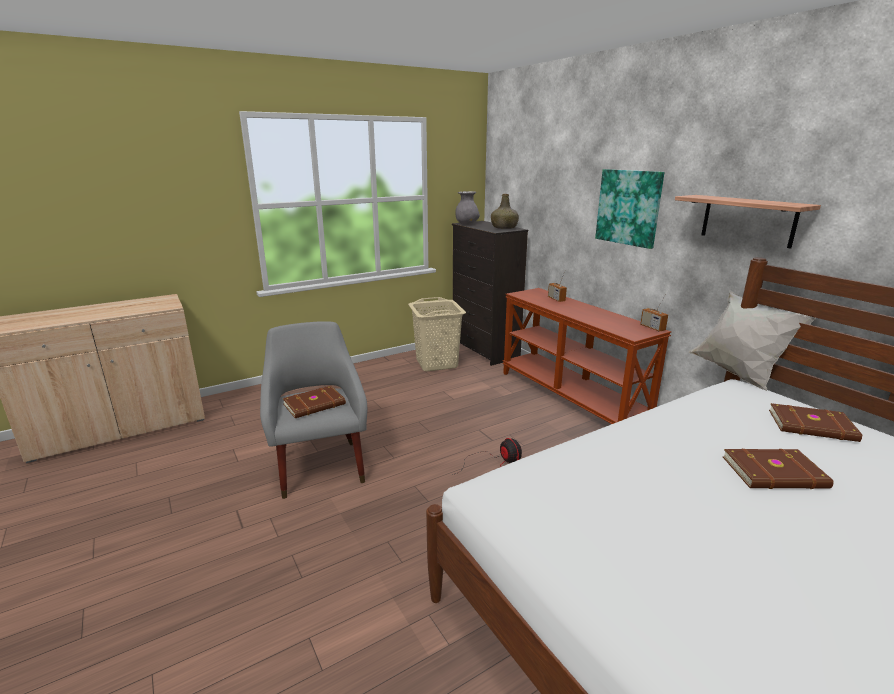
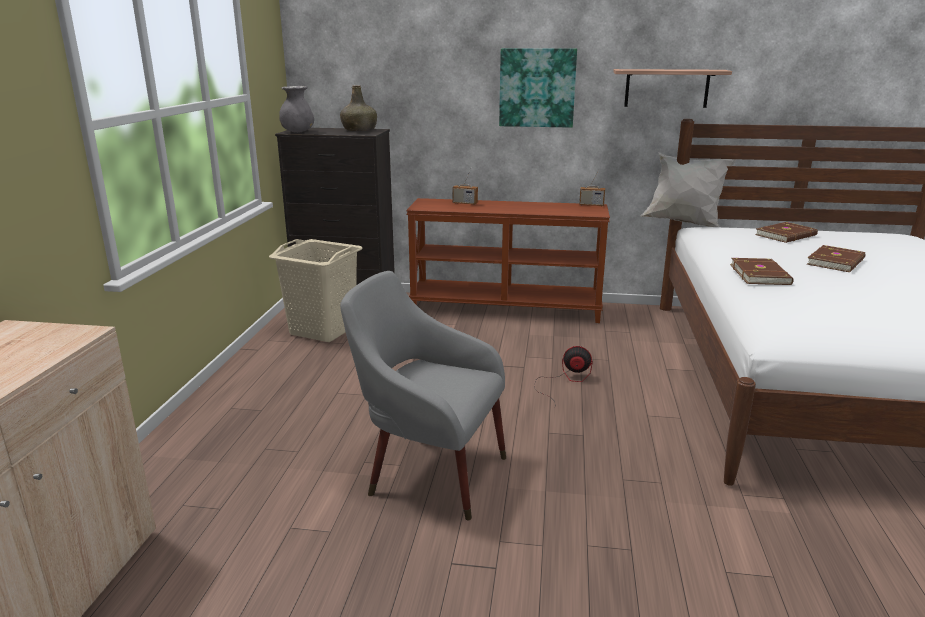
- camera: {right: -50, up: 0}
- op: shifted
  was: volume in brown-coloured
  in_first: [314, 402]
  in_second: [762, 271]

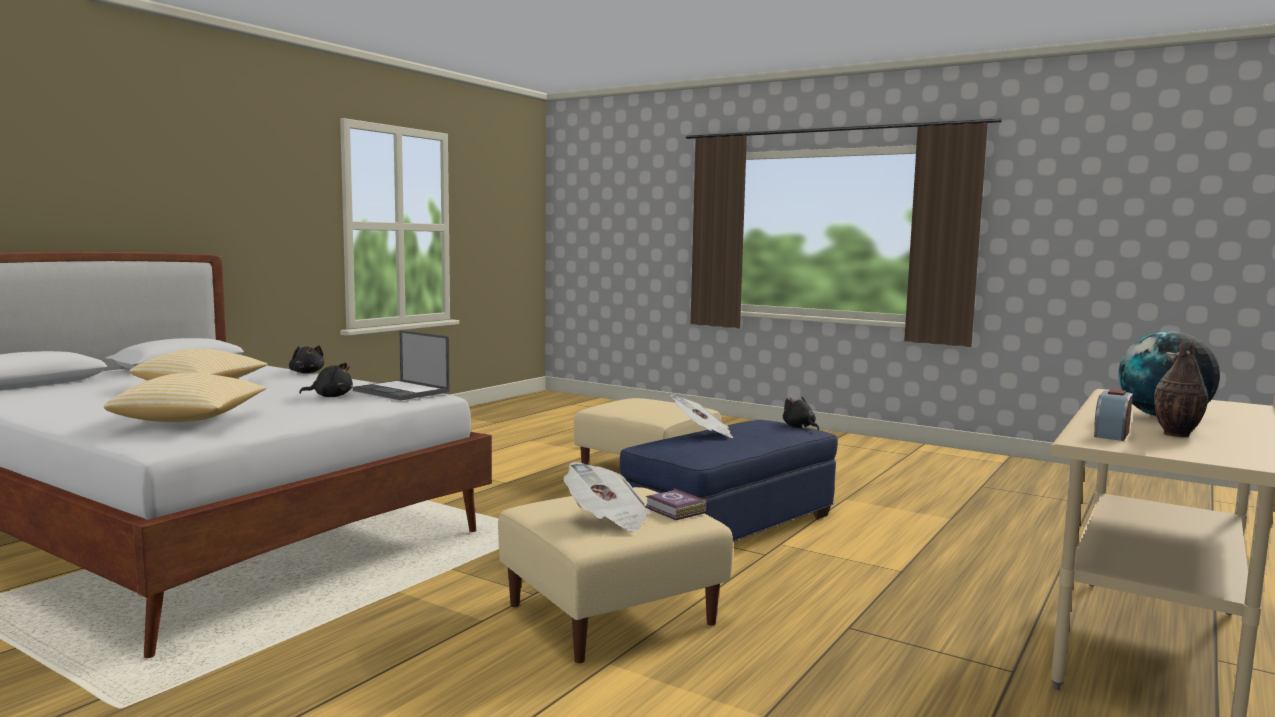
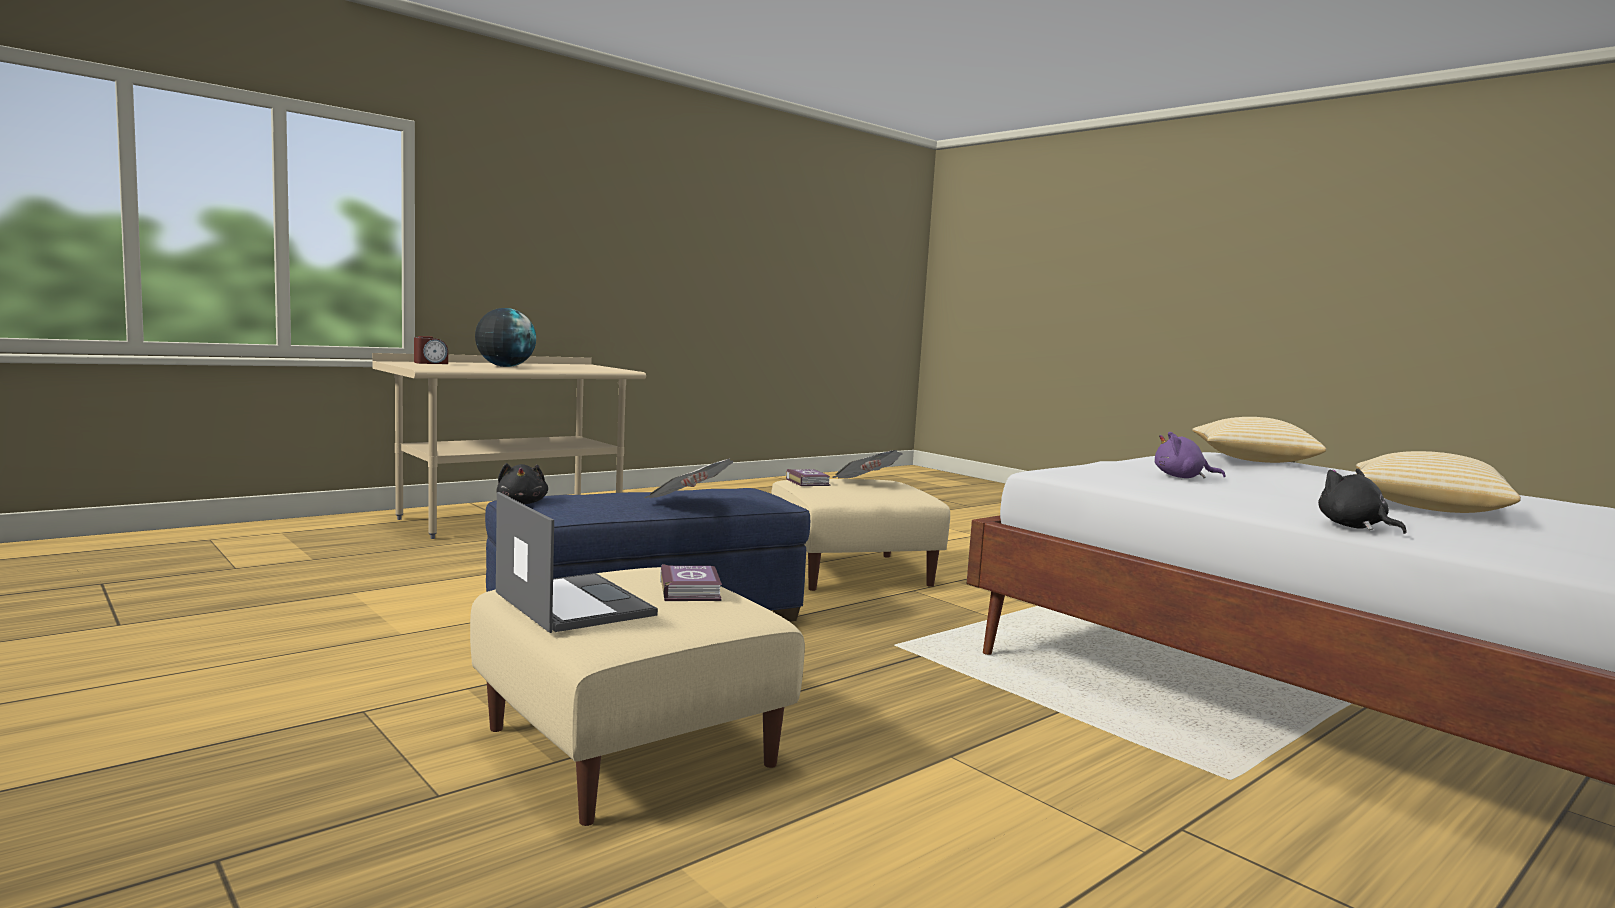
- camera: {right: -165, up: 0}
- op: gone
  was: vase
  in_first: [1181, 389]
- op: new
  now: volume
  in_second: [691, 582]
- op: shifted
  was: notebook computer
  in_first: [401, 365]
  in_second: [577, 562]
- op: shifted
  was: table clock
  in_first: [1113, 415]
  in_second: [431, 350]
- op: repainted
  was: soft toy in black
  now: soft toy in purplish
  in_first: [326, 380]
  in_second: [1190, 455]

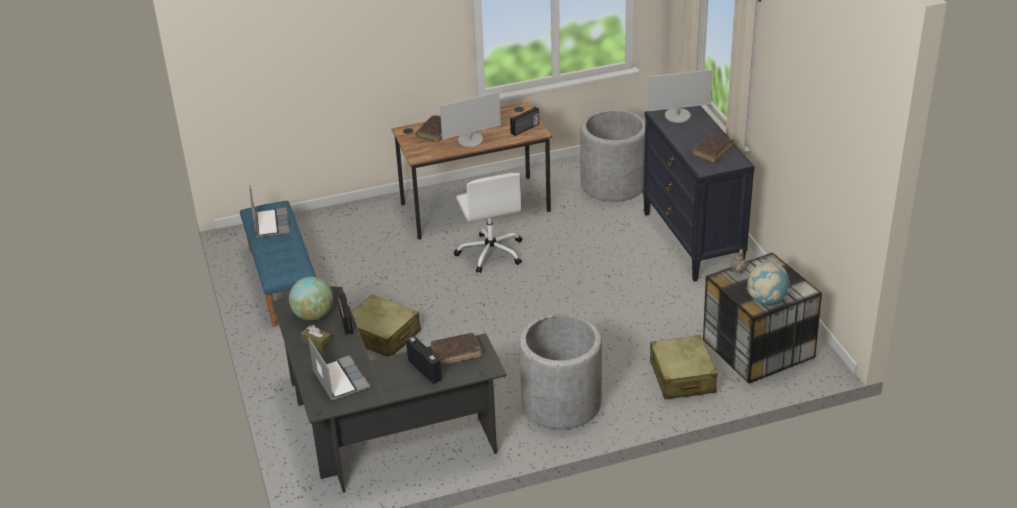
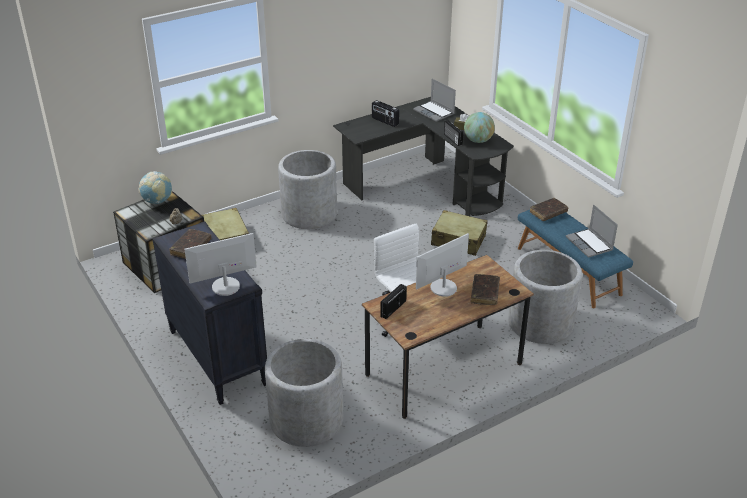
- camera: {right: 165, up: 0}
- op: new
  now: flower pot in gray
  in_second: [545, 297]
- op: shifted
  was: volume in brown-coloured
  in_first: [456, 349]
  in_second: [549, 209]

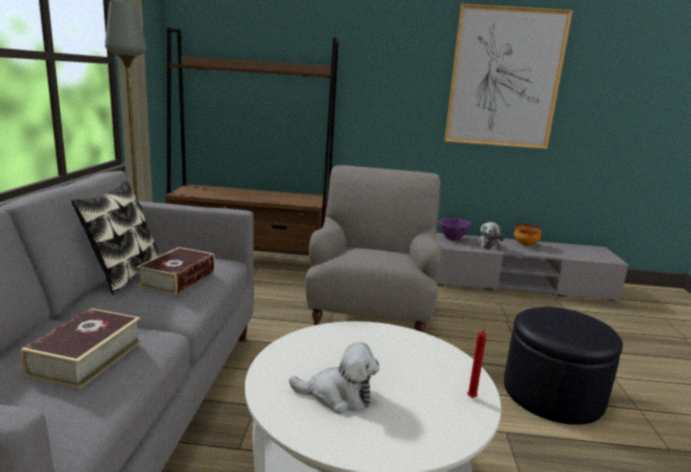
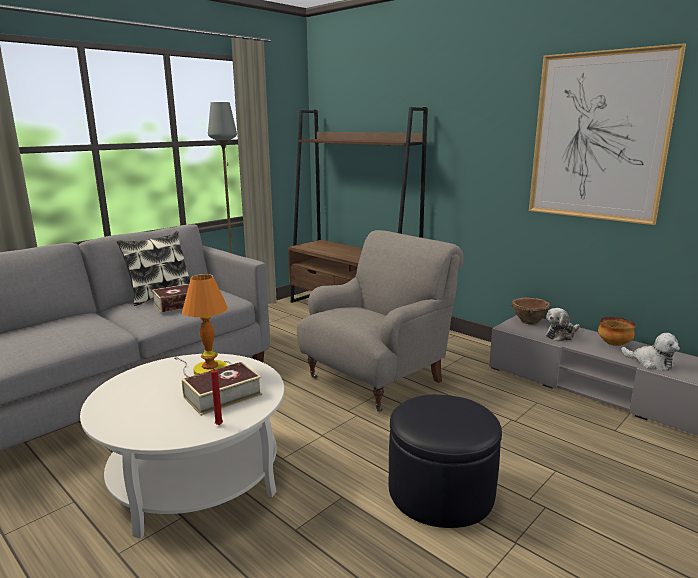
- camera: {right: 40, up: 0}
- op: new
  now: table lamp
  in_second: [203, 325]
- op: shifted
  was: volume
  in_first: [81, 348]
  in_second: [222, 389]
- op: shifted
  was: soft toy
  in_first: [334, 378]
  in_second: [650, 352]
- op: repainted
  was: deep dish in purplish
  now: deep dish in brown-coloured
  in_first: [454, 229]
  in_second: [531, 311]

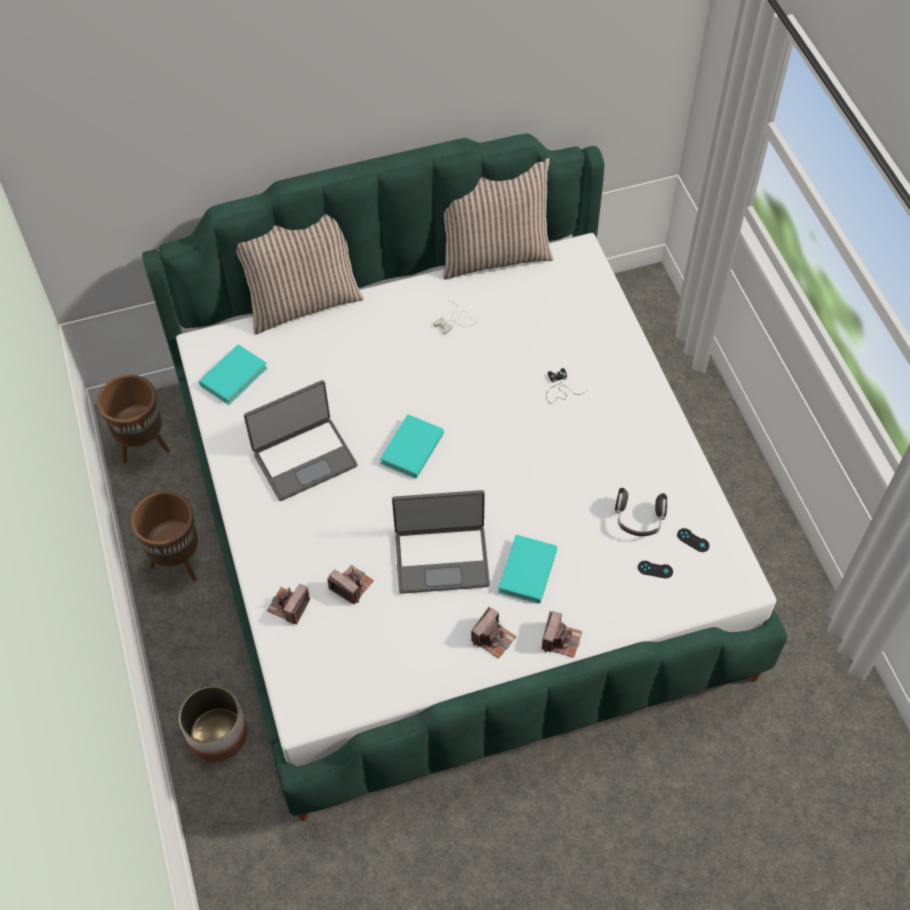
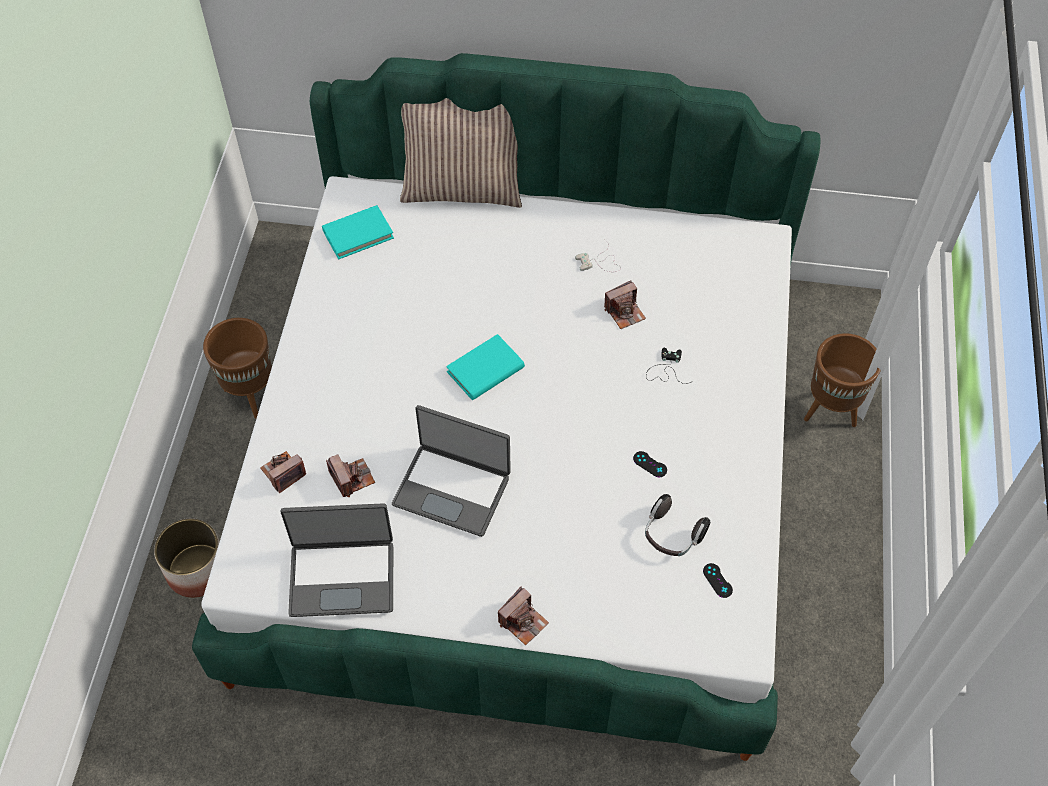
- camera: {right: 25, up: 0}
- op: gone
  was: cushion
  in_first: [498, 218]
- op: gone
  was: volume in turquoise
  in_first: [527, 569]
- op: shifted
  was: flower pot in brown-coloured
  in_first: [133, 419]
  in_second: [842, 380]
- op: shifted
  was: notebook computer
  in_first: [301, 440]
  in_second: [336, 560]
- op: shifted
  was: still camera
  in_first: [494, 633]
  in_second: [625, 304]
- op: shifted
  was: game controller in black
  in_first: [655, 569]
  in_second: [650, 464]

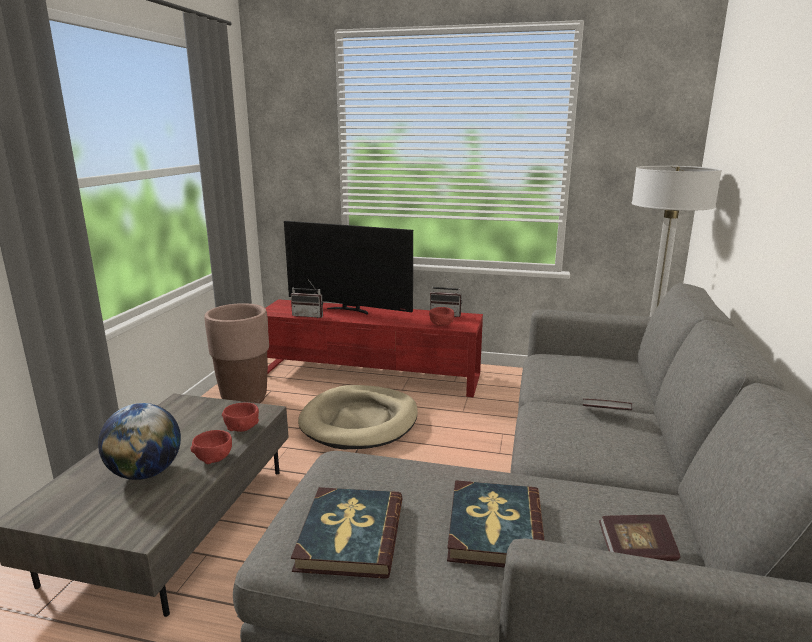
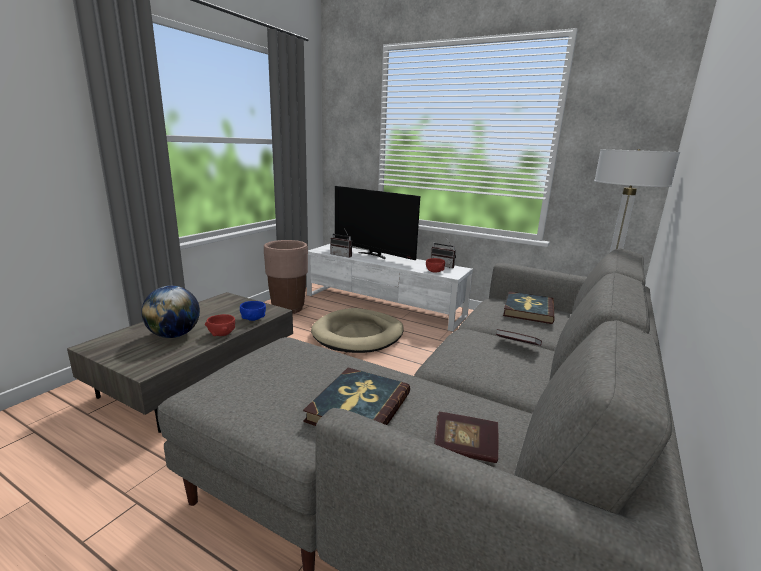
- camera: {right: 15, up: 0}
- op: shifted
  was: volume
  in_first: [347, 533]
  in_second: [529, 307]
- op: repainted
  was: deep dish in red-coloured
  now: deep dish in blue
  in_first: [240, 417]
  in_second: [253, 311]
- op: repainted
  was: tv unit in red-coloured
  now: tv unit in white
  in_first: [374, 348]
  in_second: [390, 287]

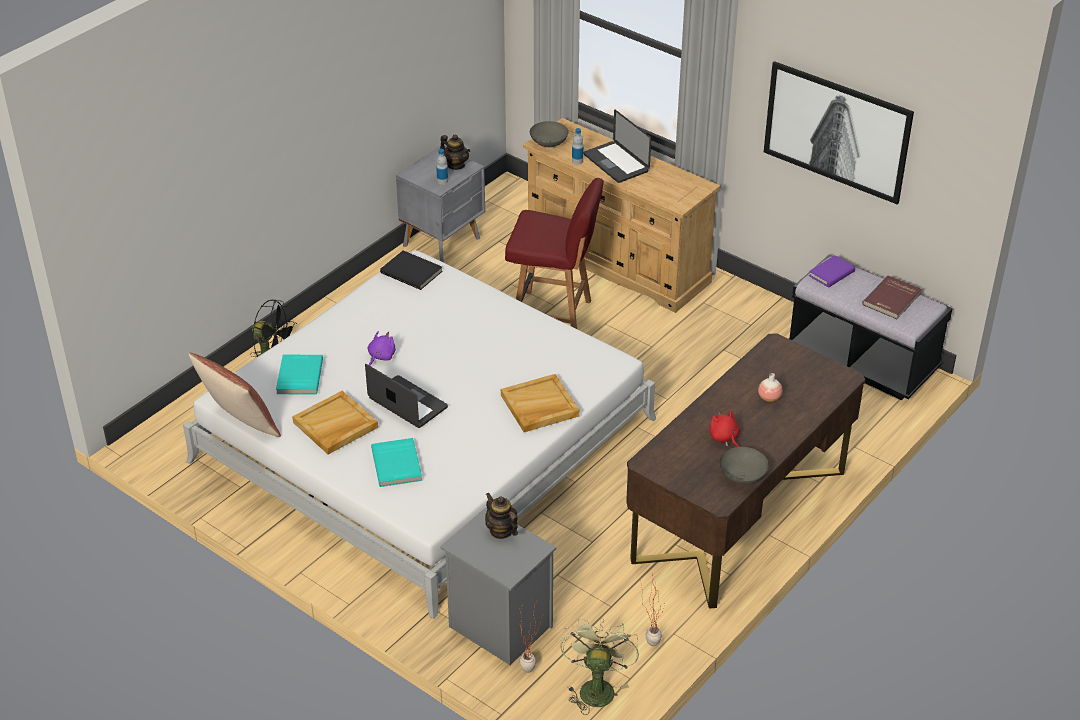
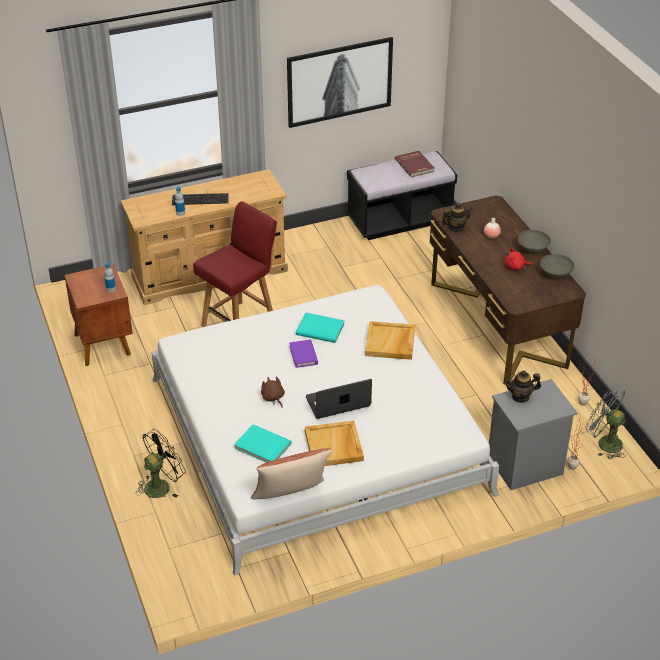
- camera: {right: -60, up: 0}
- op: gone
  was: volume in black
  in_first: [411, 270]
- op: shifted
  was: volume in turquoise
  in_first: [396, 462]
  in_second: [320, 328]
- op: shifted
  was: pot for tea
  in_first: [455, 152]
  in_second: [456, 217]
- op: shifted
  was: deep dish in gray
  in_first: [549, 134]
  in_second: [534, 241]
- op: shifted
  was: volume in purplish
  in_first: [832, 271]
  in_second: [303, 354]
- op: swapped
  was: notebook computer
  now: computer keyboard
  in_first: [617, 146]
  in_second: [200, 199]
- op: repainted
  was: soft toy in purplish
  now: soft toy in brown-coloured
  in_first: [382, 348]
  in_second: [273, 392]
- op: repainted
  was: nightstand in gray
  now: nightstand in brown-coloured
  in_first: [440, 204]
  in_second: [98, 315]
- op: repainted
  was: cooling fan in green
  now: cooling fan in gray
  in_first: [599, 666]
  in_second: [606, 422]

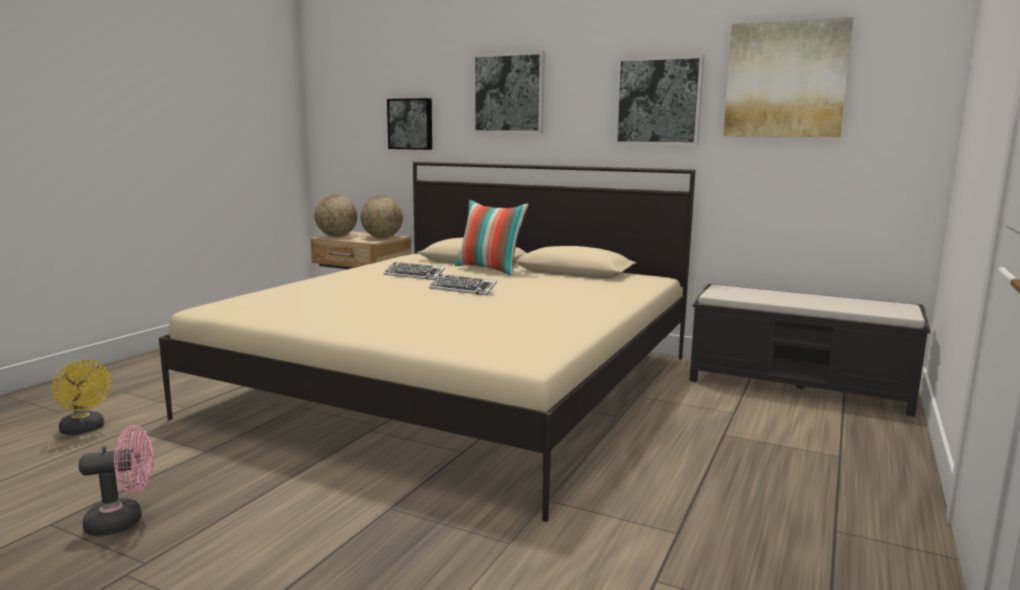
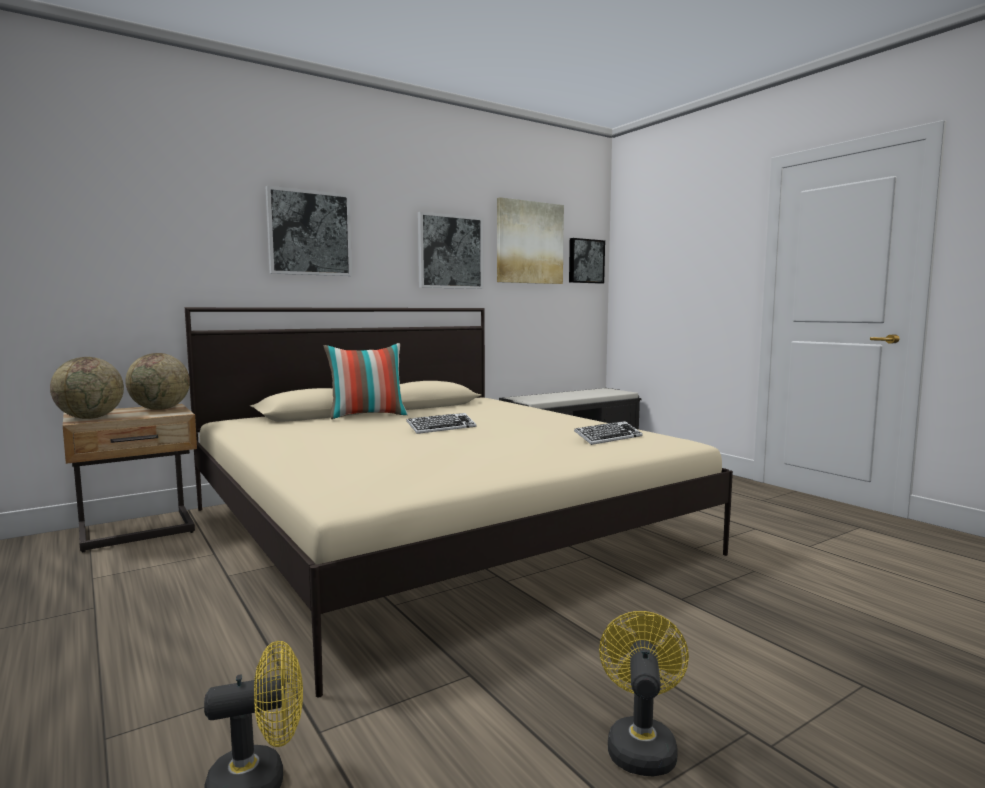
- camera: {right: -60, up: -5}
- op: shifted
  was: computer keyboard
  in_first: [414, 271]
  in_second: [608, 433]
- op: shifted
  was: wall picture
  in_first: [409, 124]
  in_second: [587, 261]
- op: repainted
  was: cooling fan in pink
  now: cooling fan in yellow
  in_first: [116, 480]
  in_second: [644, 694]

